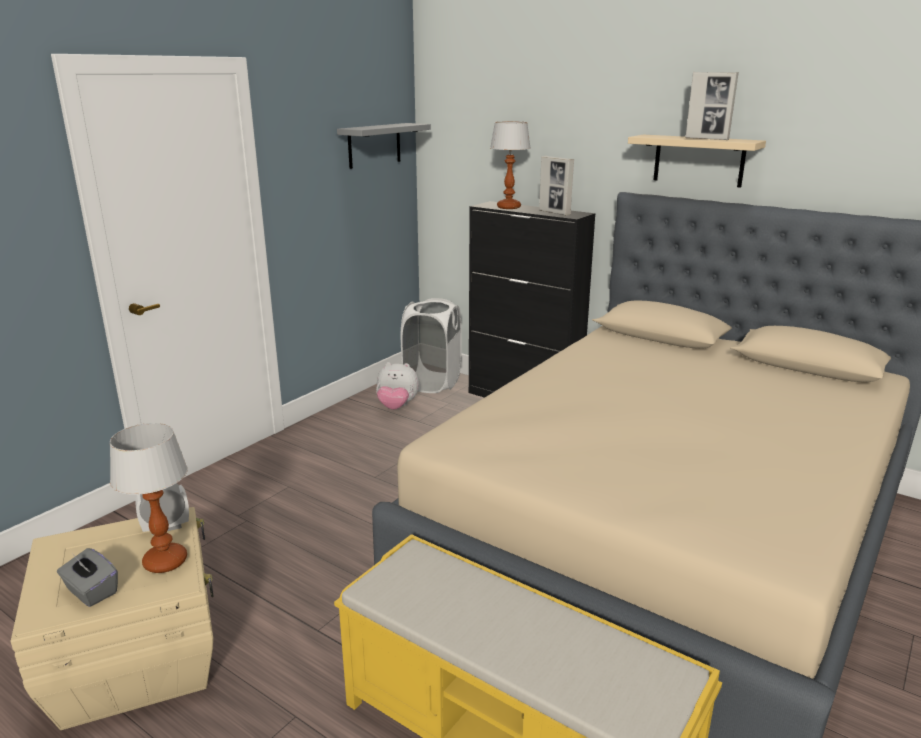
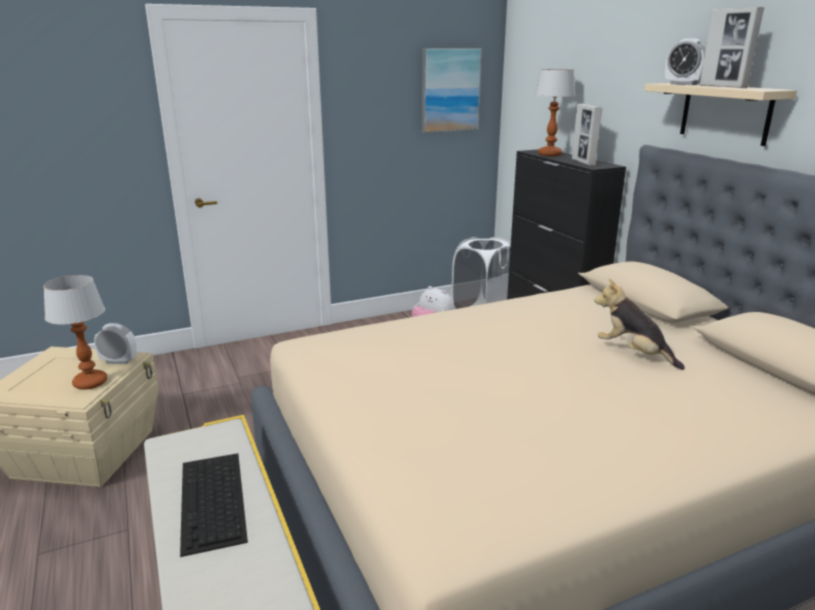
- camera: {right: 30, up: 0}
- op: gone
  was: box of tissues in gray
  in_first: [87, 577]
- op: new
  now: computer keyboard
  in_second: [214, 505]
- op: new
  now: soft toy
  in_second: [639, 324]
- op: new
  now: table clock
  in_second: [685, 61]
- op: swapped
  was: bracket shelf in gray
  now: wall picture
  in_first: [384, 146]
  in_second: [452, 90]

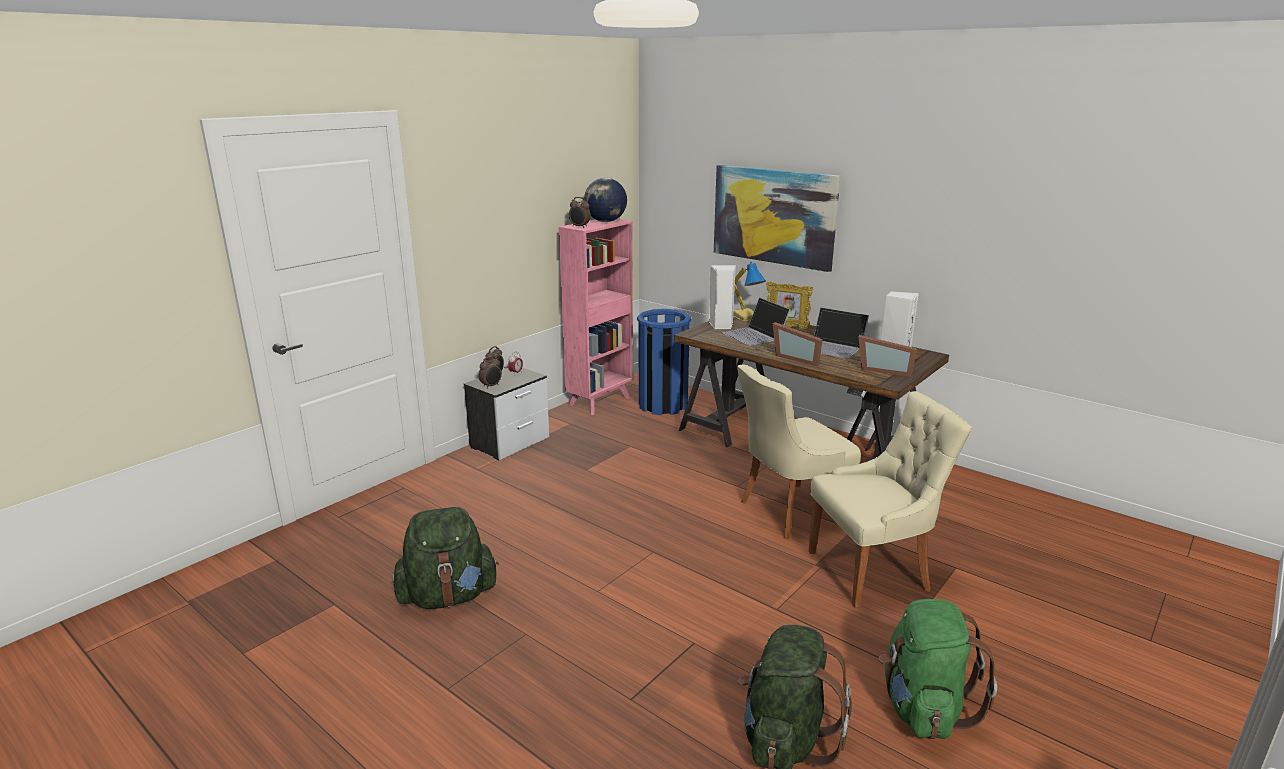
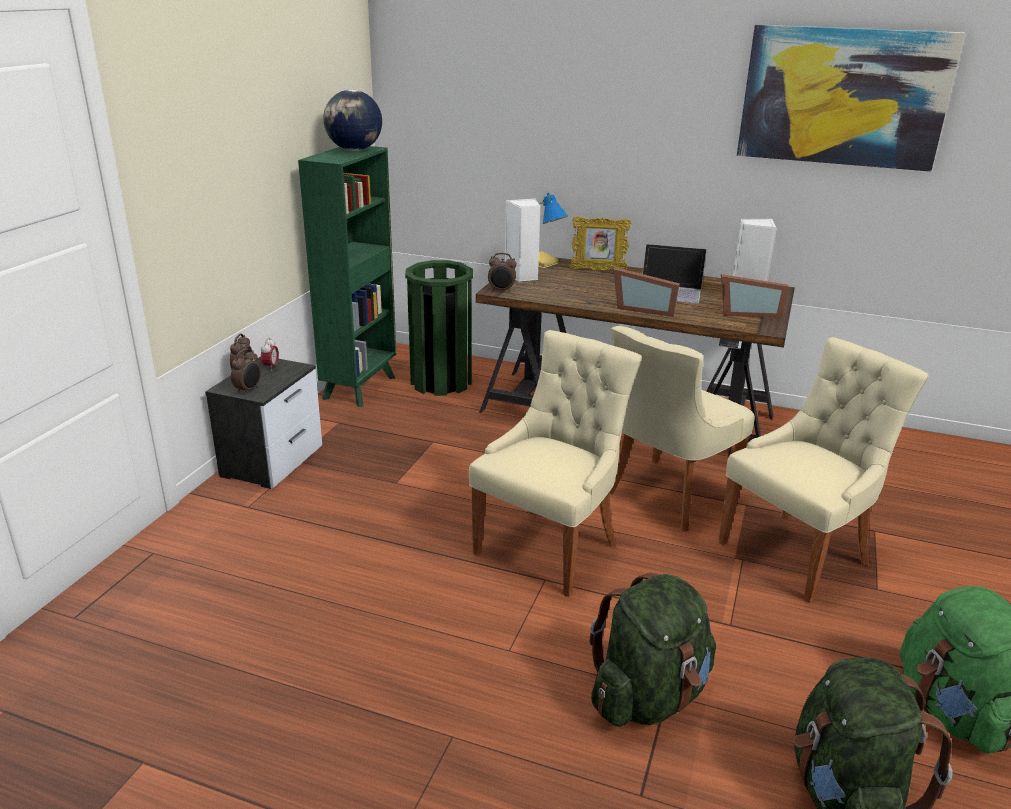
- camera: {right: -20, up: 5}
- op: gone
  was: notebook computer
  in_first: [756, 321]
- op: new
  now: plain chair in beige-coloured
  in_second: [555, 463]
- op: shifted
  was: rucksack in green
  in_first: [445, 558]
  in_second: [653, 650]
- op: shifted
  was: table clock
  in_first: [580, 212]
  in_second: [502, 272]
- op: shifted
  was: wall picture
  in_first: [777, 218]
  in_second: [851, 98]
- op: repainted
  was: shelving unit in pink
  now: shelving unit in green
  in_first: [596, 317]
  in_second: [347, 276]
- op: repainted
  was: trash can in blue
  now: trash can in green
  in_first: [664, 362]
  in_second: [439, 328]

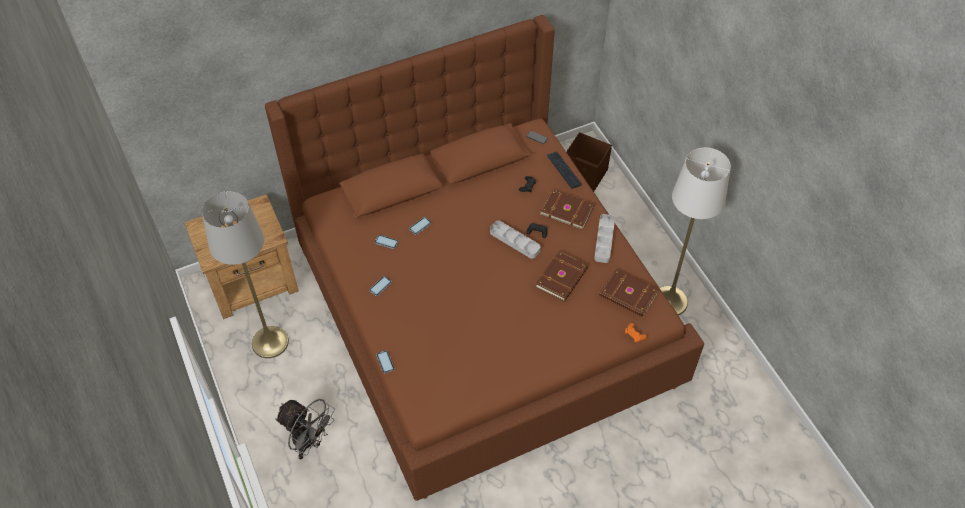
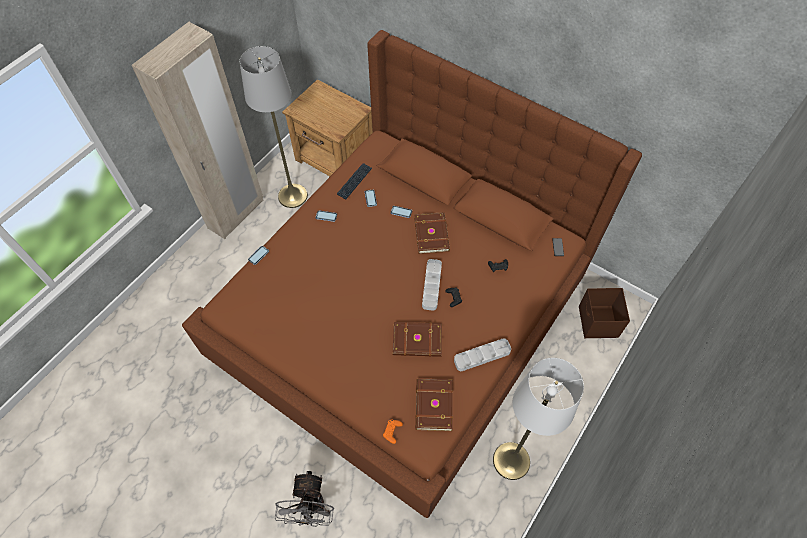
- camera: {right: 60, up: 5}
- op: new
  now: armoire in beige-coloured
  in_second: [198, 130]
- op: shifted
  was: cooling fan in gray
  in_first: [305, 429]
  in_second: [304, 499]
- op: shifted
  was: volume in brown-coloured
  in_first: [567, 209]
  in_second: [432, 233]
- op: shifted
  was: computer keyboard
  in_first: [564, 170]
  in_second: [354, 181]

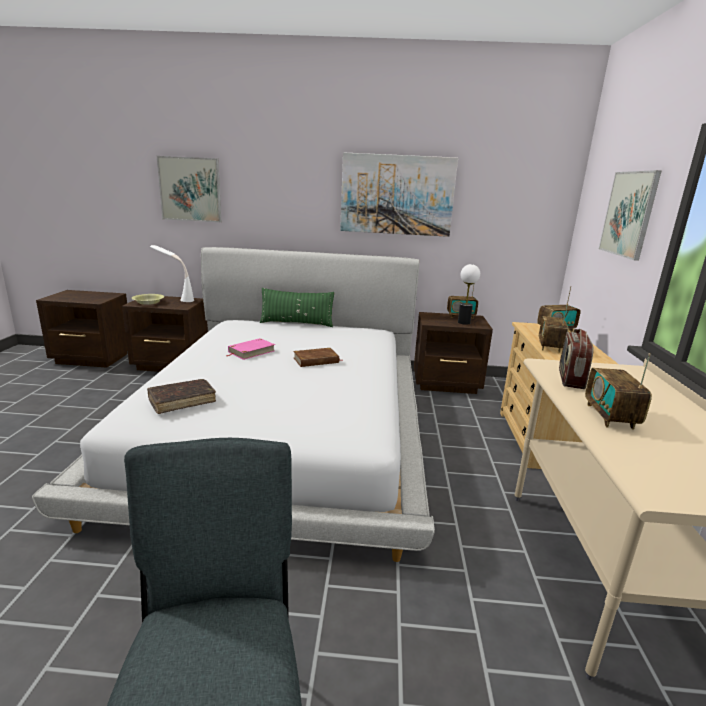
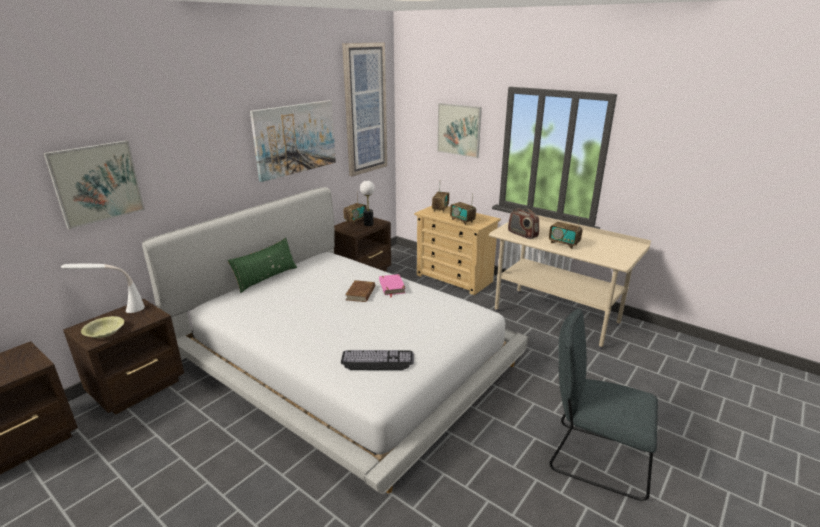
- camera: {right: -55, up: 5}
- op: new
  now: wall picture
  in_second: [364, 109]
- op: shifted
  was: volume in pink
  in_first: [250, 349]
  in_second: [392, 286]
- op: swapped
  was: volume in brown-coloured
  now: computer keyboard
  in_first: [181, 396]
  in_second: [377, 360]

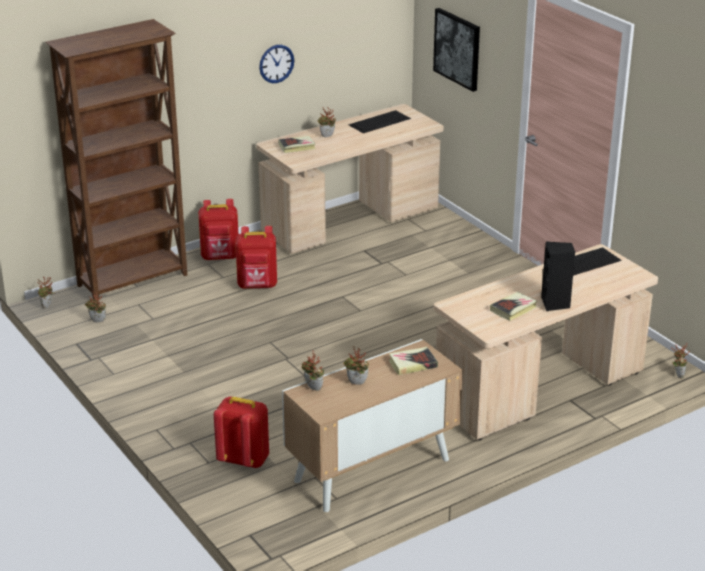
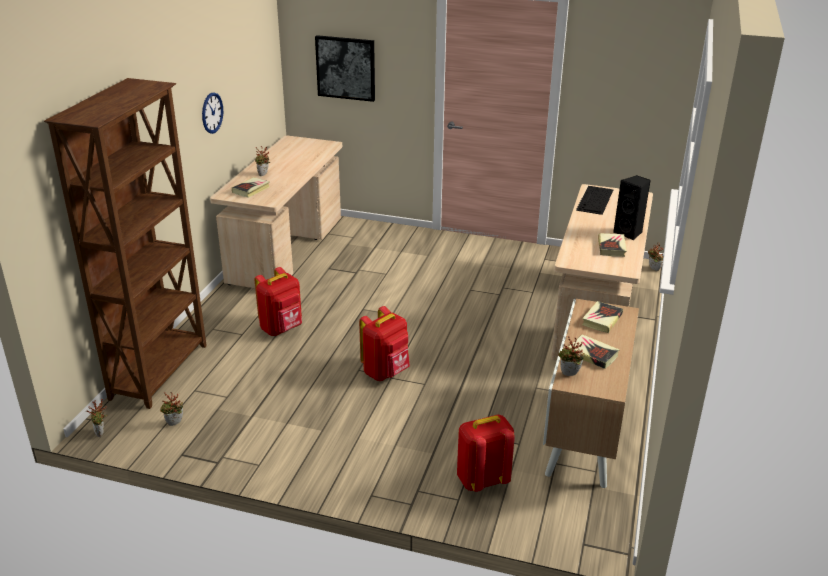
- camera: {right: -40, up: 0}
- op: gone
  was: computer keyboard
  in_first: [379, 121]
- op: shifted
  was: rucksack in red-coloured
  in_first: [218, 229]
  in_second: [384, 343]
- op: swapped
  was: houseplant
  now: volume
  in_first: [356, 365]
  in_second: [594, 351]

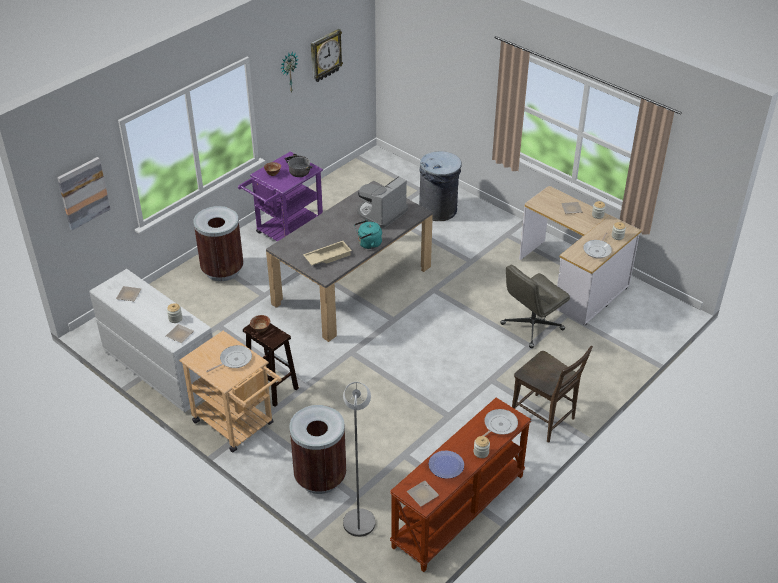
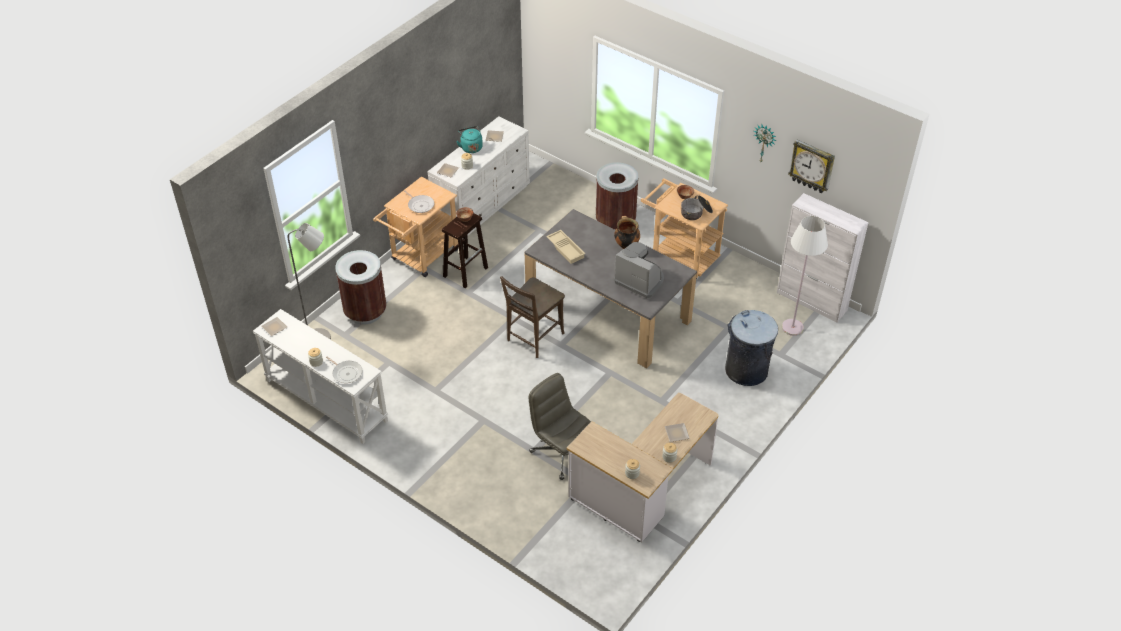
- camera: {right: 85, up: 5}
- op: gone
  was: wall picture
  in_first: [83, 193]
- op: gone
  was: flat dish
  in_first: [446, 465]
- op: gone
  was: frying pan
  in_first: [597, 245]
- op: new
  now: cooking pot
  in_second: [627, 232]
- op: new
  now: cupboard in white
  in_second: [823, 257]
- op: new
  now: standing lamp in white
  in_second: [805, 276]
- op: shifted
  was: water kettle in turquoise
  in_first: [368, 234]
  in_second: [469, 139]
- op: shifted
  was: plain chair in brown-coloured
  in_first: [552, 394]
  in_second: [532, 317]
- op: repainted
  was: wheeled cart in purplish
  now: wheeled cart in beige-coloured
  in_first: [280, 197]
  in_second: [684, 228]
- op: repainted
  was: narrow table in brown-coloured
  now: narrow table in white
  in_first: [460, 485]
  in_second: [320, 376]

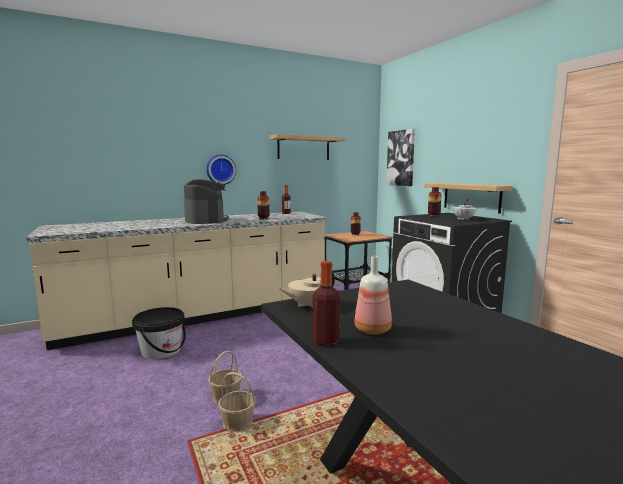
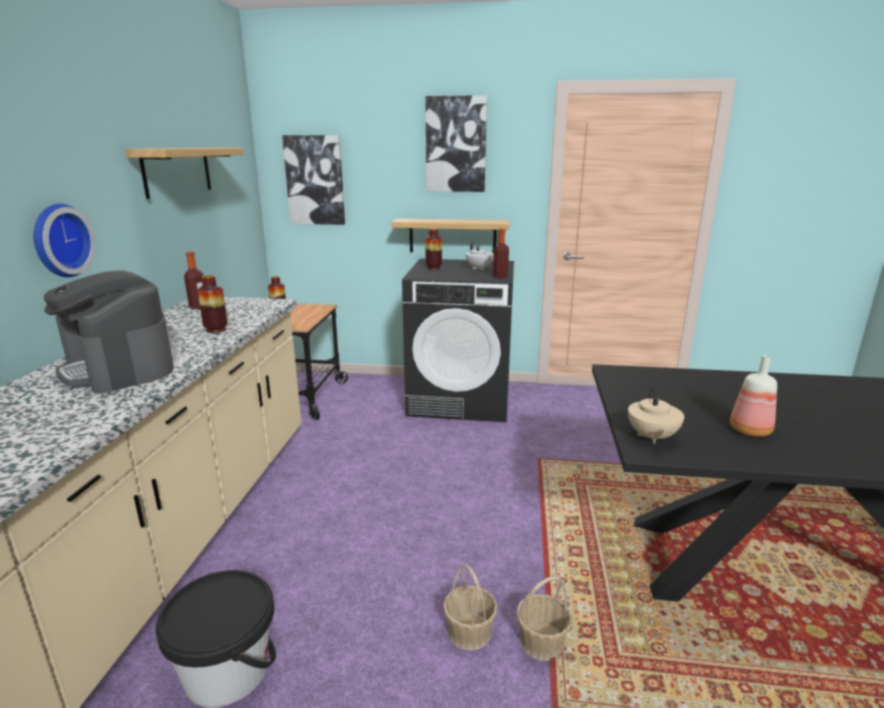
- camera: {right: -55, up: 10}
- op: new
  now: wall picture
  in_second: [456, 143]
- op: shifted
  was: beverage bottle
  in_first: [326, 303]
  in_second: [501, 254]
- op: rotated
  was: coffee maker
  in_first: [206, 201]
  in_second: [109, 331]
  clockwise: -150

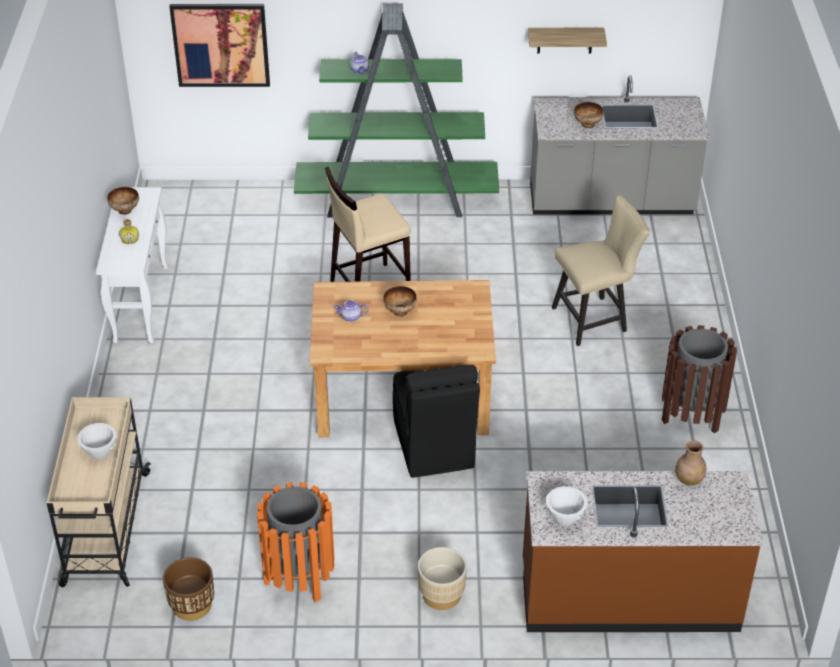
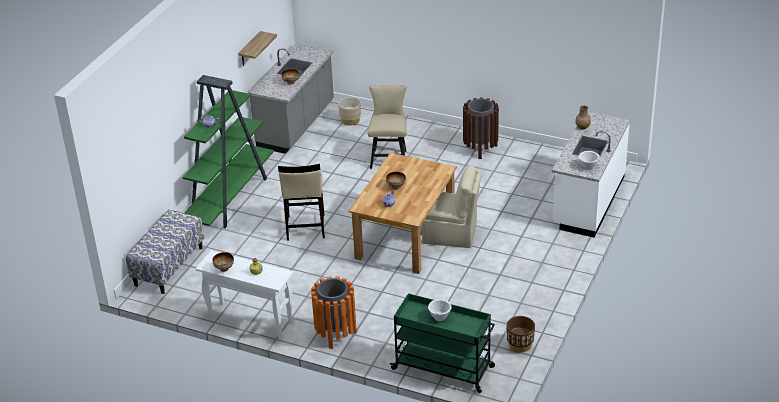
- camera: {right: -65, up: -5}
- op: gone
  was: wall picture
  in_first: [219, 45]
- op: new
  now: indoor bench
  in_second: [165, 252]
- op: shifted
  was: trash can in orangey
  in_first: [296, 542]
  in_second: [334, 312]
- op: shifted
  was: flower pot in beige-coloured
  in_first: [442, 578]
  in_second: [349, 111]
- op: repainted
  was: wheeled cart in beige-coloured
  now: wheeled cart in green
  in_first: [99, 492]
  in_second: [442, 343]
- op: repainted
  was: plain chair in black
  now: plain chair in beige-coloured
  in_first: [436, 421]
  in_second: [452, 207]
- op: repainted
  was: counter in brown-coloured
  now: counter in white
  in_first: [643, 551]
  in_second: [591, 175]

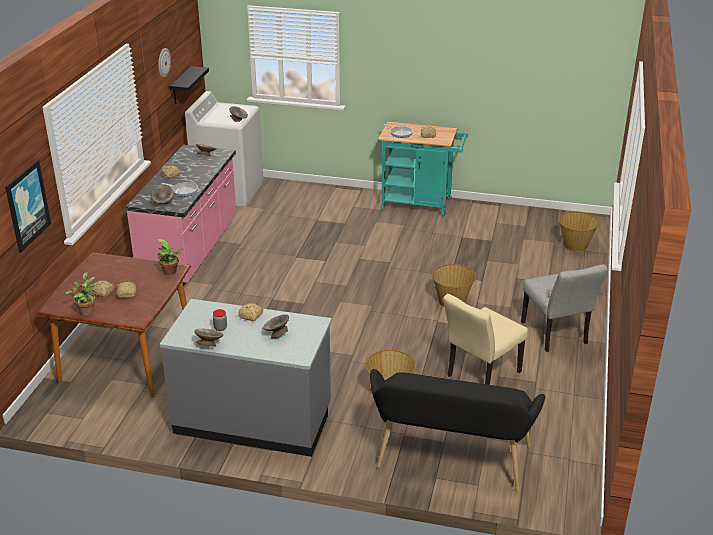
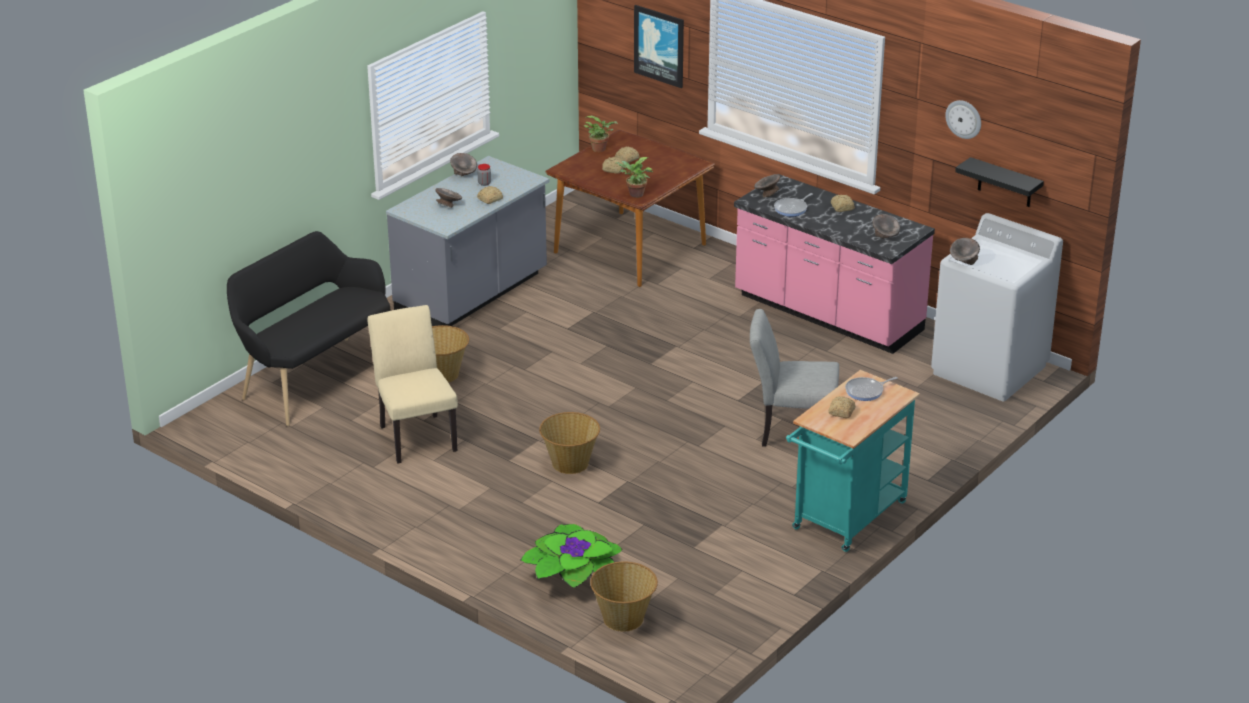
- camera: {right: 115, up: 0}
- op: new
  now: houseplant
  in_second: [571, 556]
- op: shifted
  was: plain chair in gray
  in_first: [564, 308]
  in_second: [794, 378]

